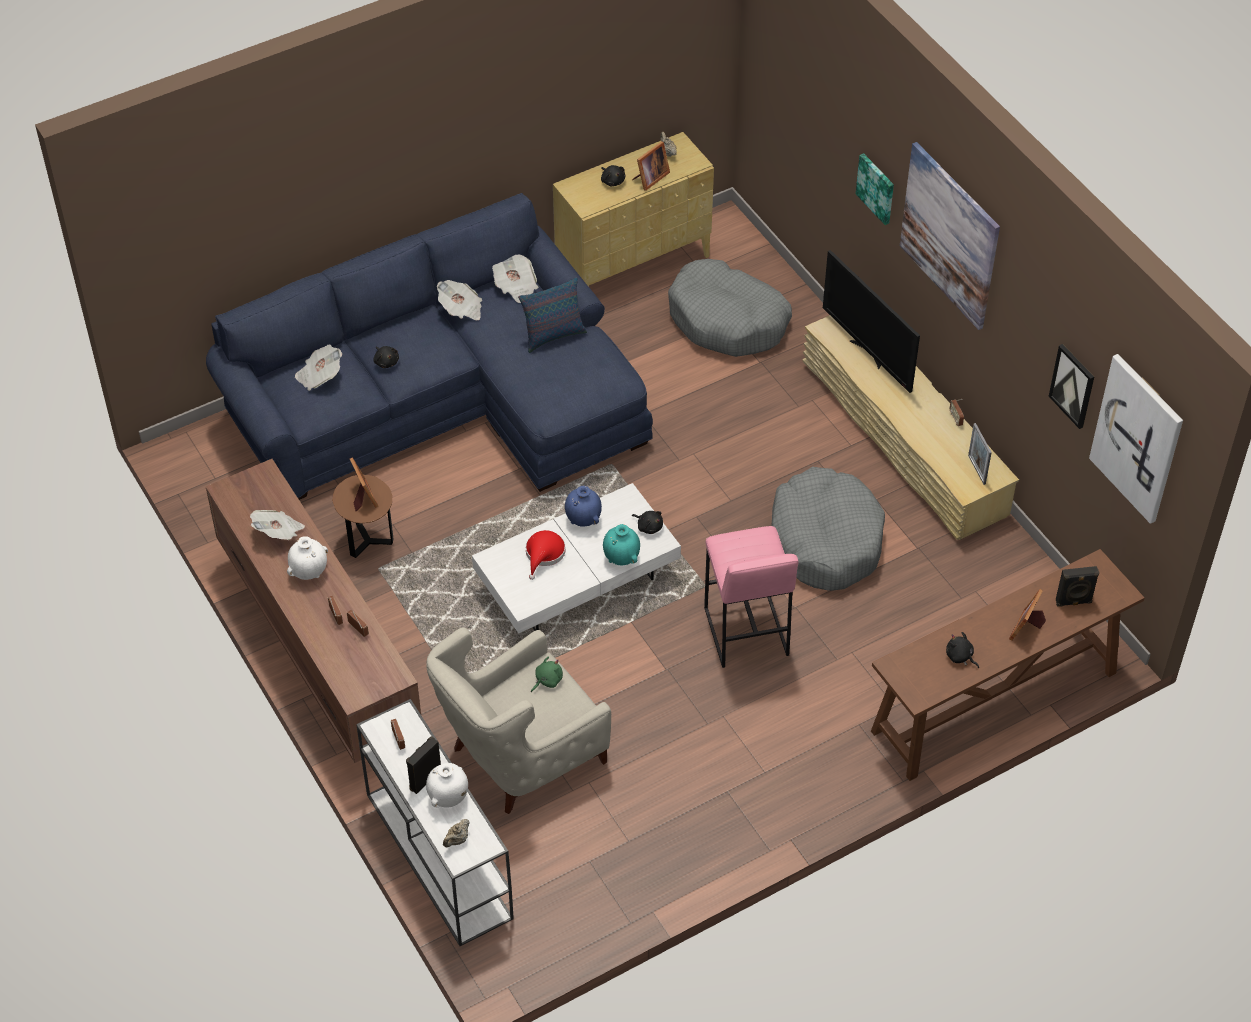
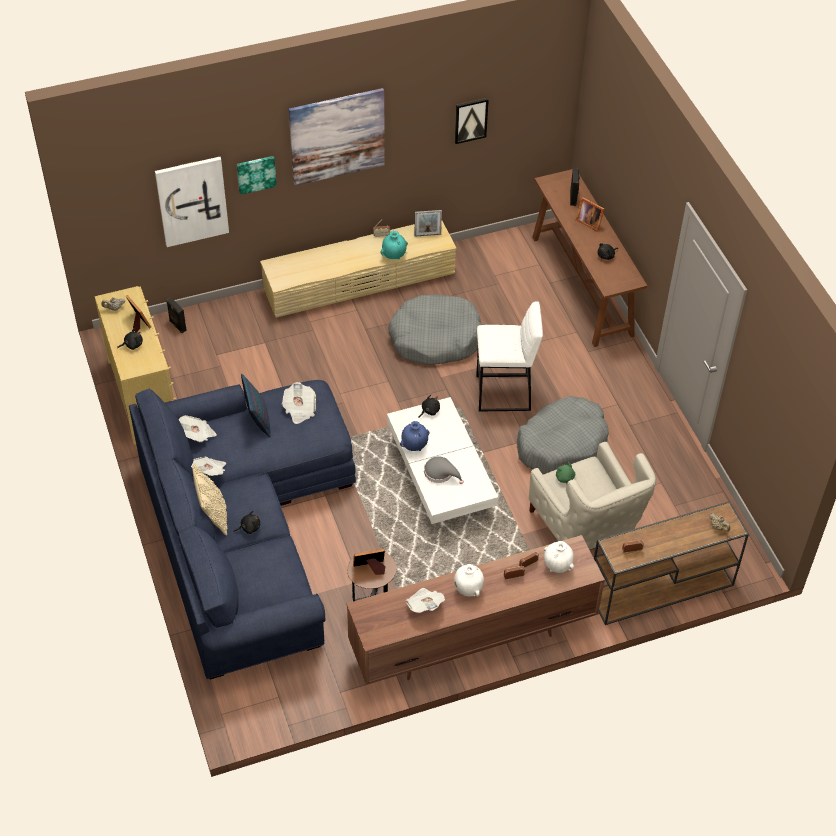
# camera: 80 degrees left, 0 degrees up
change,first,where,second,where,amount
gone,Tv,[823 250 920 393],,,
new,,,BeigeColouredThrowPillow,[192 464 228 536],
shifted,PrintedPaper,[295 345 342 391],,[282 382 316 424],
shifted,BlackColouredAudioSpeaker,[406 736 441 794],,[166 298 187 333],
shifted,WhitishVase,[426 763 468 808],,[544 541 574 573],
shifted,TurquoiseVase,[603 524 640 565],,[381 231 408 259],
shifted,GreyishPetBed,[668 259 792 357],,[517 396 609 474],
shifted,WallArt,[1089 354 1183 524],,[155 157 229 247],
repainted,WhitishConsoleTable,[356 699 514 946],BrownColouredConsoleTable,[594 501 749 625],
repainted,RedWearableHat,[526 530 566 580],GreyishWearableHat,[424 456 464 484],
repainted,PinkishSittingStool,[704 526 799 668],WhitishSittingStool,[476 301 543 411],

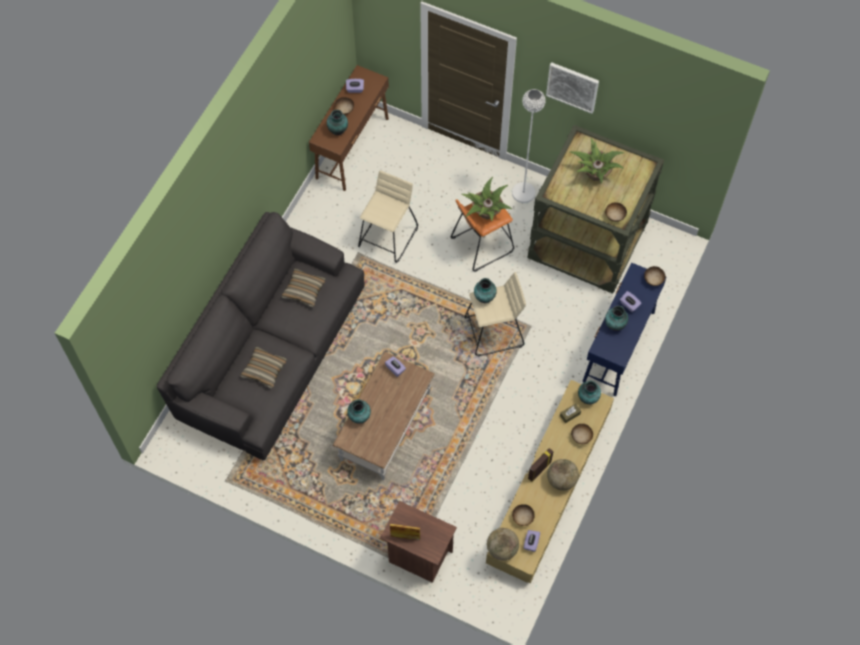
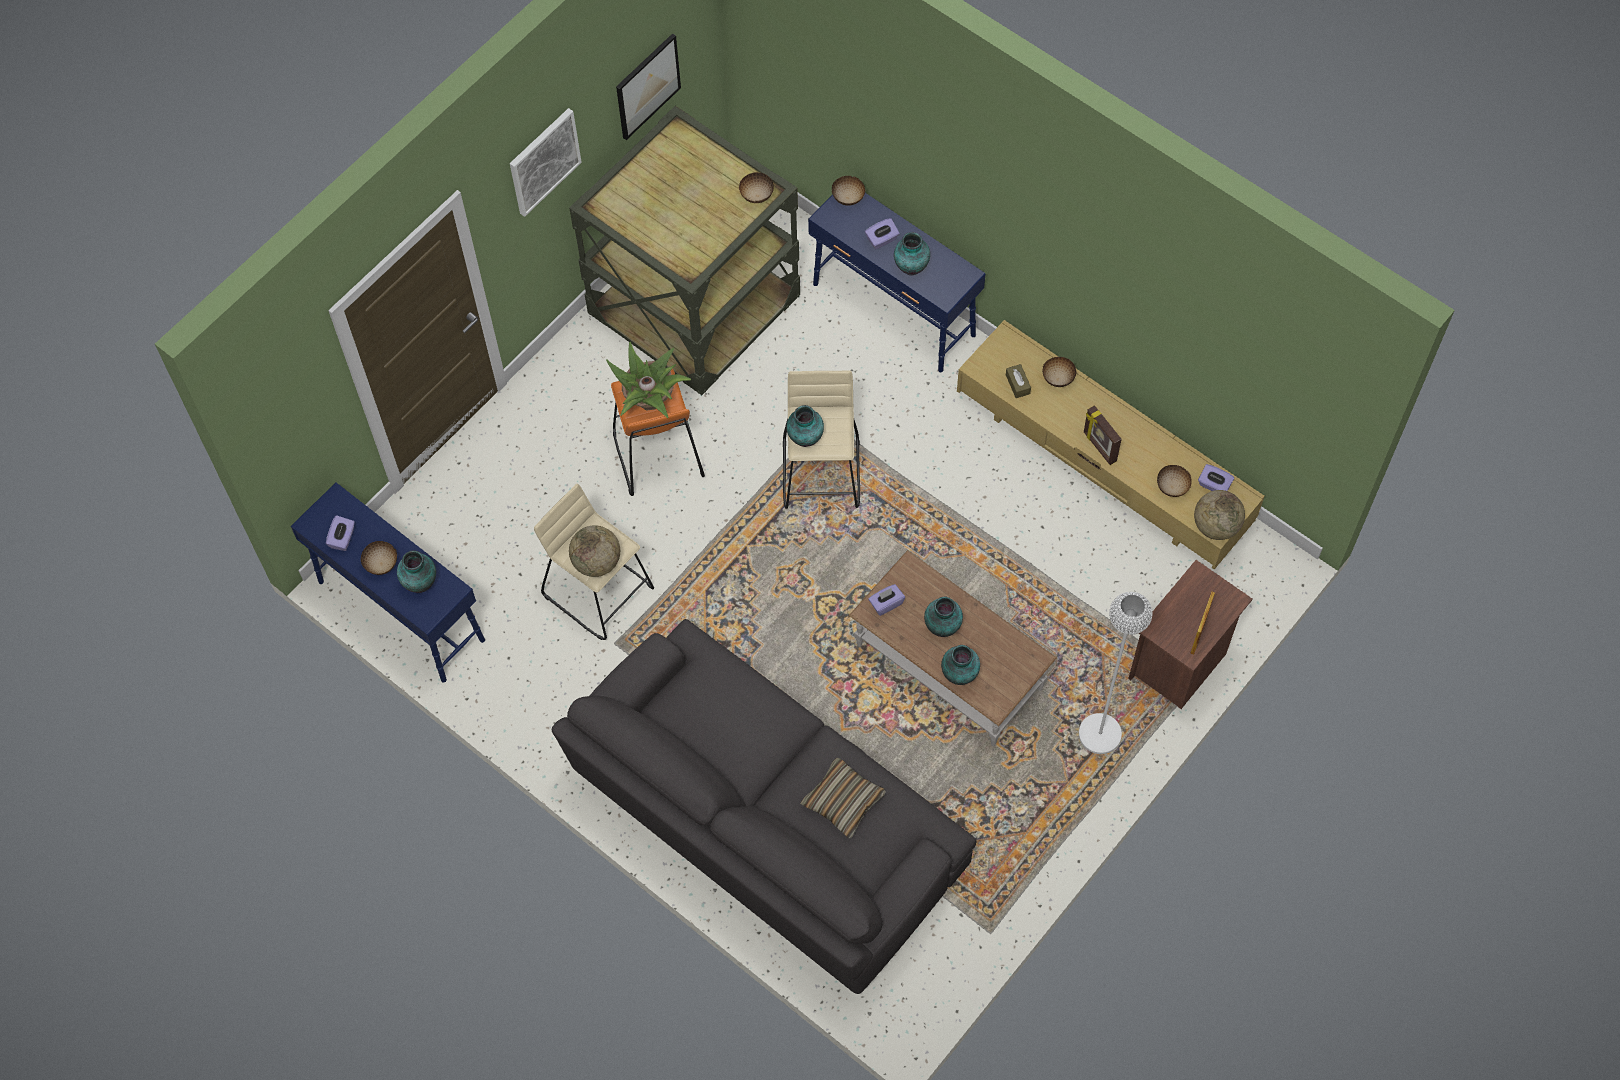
# camera: 75 degrees left, 0 degrees up
change,first,where,second,where,amount
gone,ThrowPillow,[281 268 326 307],,,
gone,Houseplant,[570 138 624 183],,,
new,,,WallArt,[616 33 681 140],
shifted,WhitishFloorLamp,[512 89 546 203],,[1079 592 1153 754],
shifted,Globe,[547 459 579 491],,[569 525 620 577],
shifted,Vase,[578 381 601 404],,[924 596 963 637],
repainted,BrownColouredConsoleTable,[309 65 389 191],BlueConsoleTable,[291 483 485 683],

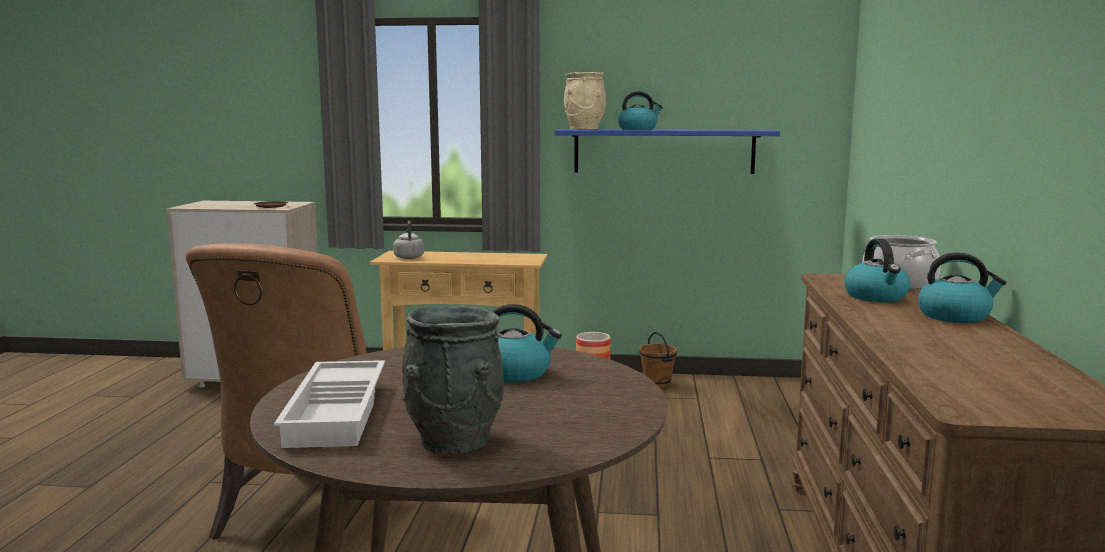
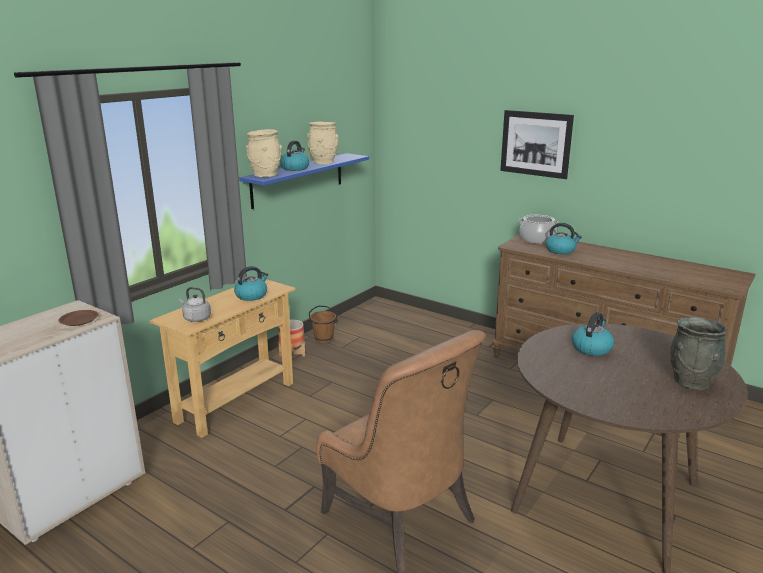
# camera: 60 degrees left, 10 degrees up
change,first,where,second,where,amount
gone,WhitishServingTray,[274 360 385 448],,,
new,,,BeigeColouredVase,[307 122 339 164],
new,,,WallArt,[500 110 574 179],
shifted,Kettle,[918 252 1006 323],,[234 266 268 301],

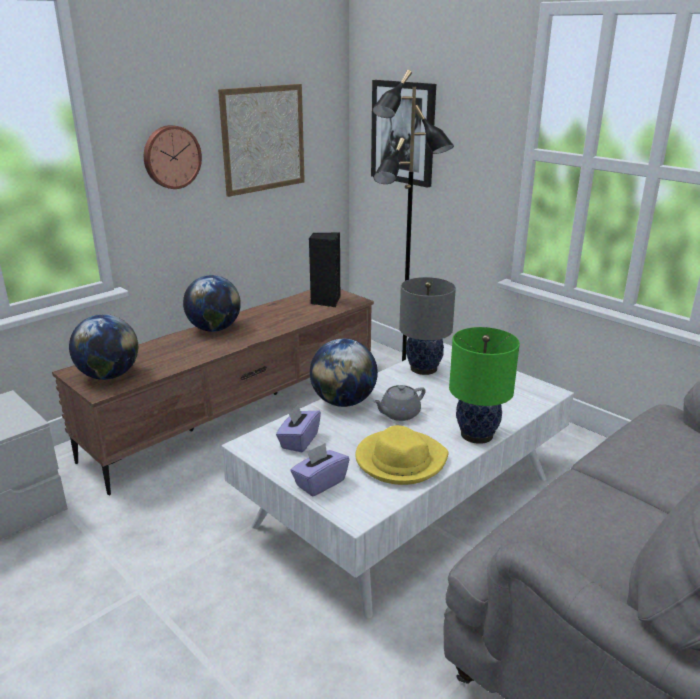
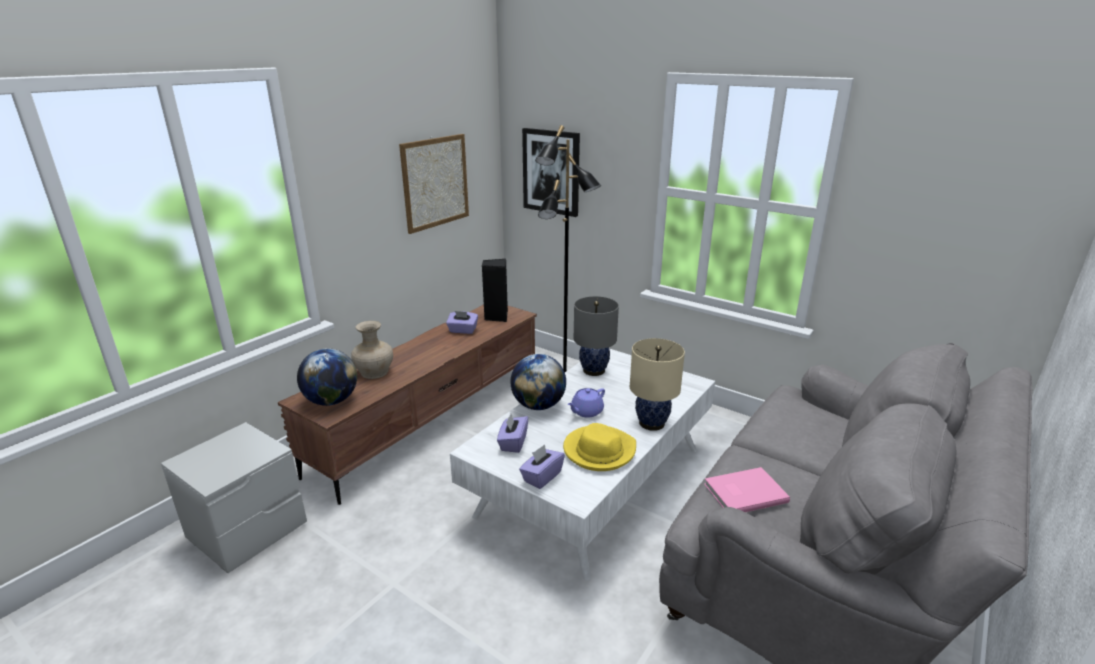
# camera: 10 degrees left, 0 degrees up
change,first,where,second,where,amount
gone,WallClock,[144 125 202 189],,,
gone,Globe,[183 275 241 332],,,
new,,,BeigeColouredVase,[351 321 393 379],
new,,,PurpleTissueBox,[446 311 478 334],
new,,,PinkishVolume,[704 467 790 512],
repainted,GreyishPotForTea,[372 385 425 421],PurplePotForTea,[568 388 605 418],
repainted,GreenColouredTabletopLamp,[449 327 520 444],BeigeColouredTabletopLamp,[630 338 685 431],

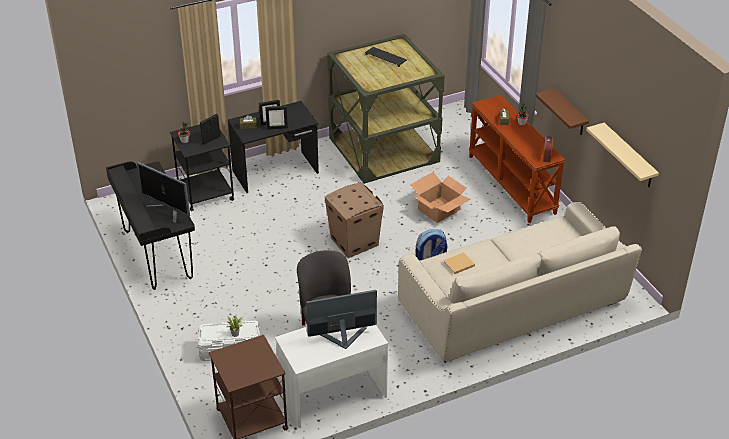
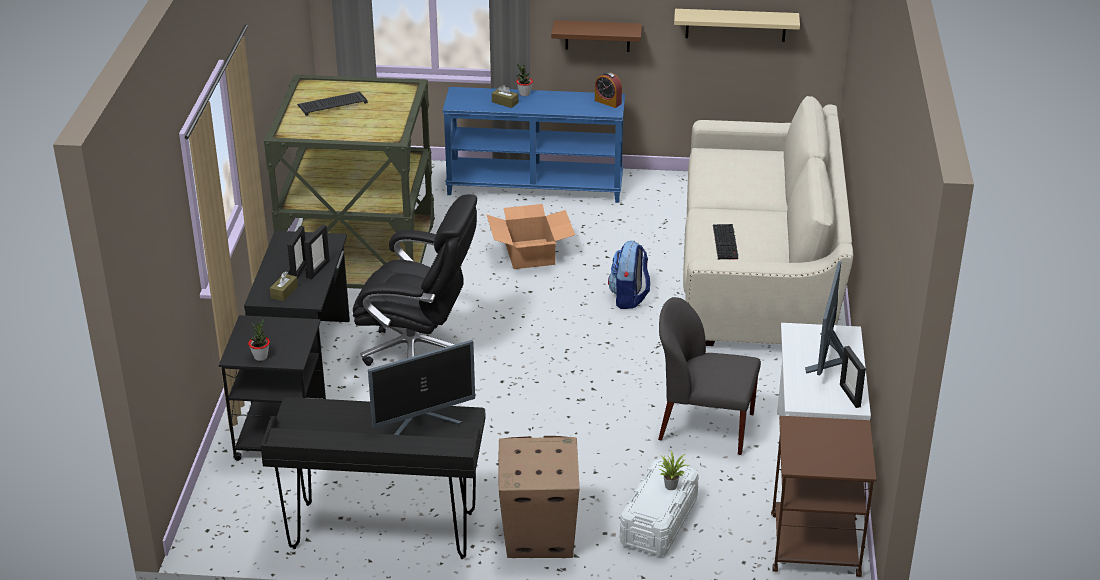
# camera: 60 degrees left, 5 degrees down
change,first,where,second,where,amount
new,,,BlackColouredDeskChair,[353 194 477 366],
shifted,PictureFrame,[200 114 221 145],,[840 346 866 408],
shifted,Carton,[325 182 384 258],,[498 436 580 558],
swapped,BeigeColouredVolume,[443 252 475 274],Keyboard,[713 224 738 259],
repainted,BrownColouredConsoleTable,[469 95 565 223],BlueConsoleTable,[442 87 625 203],

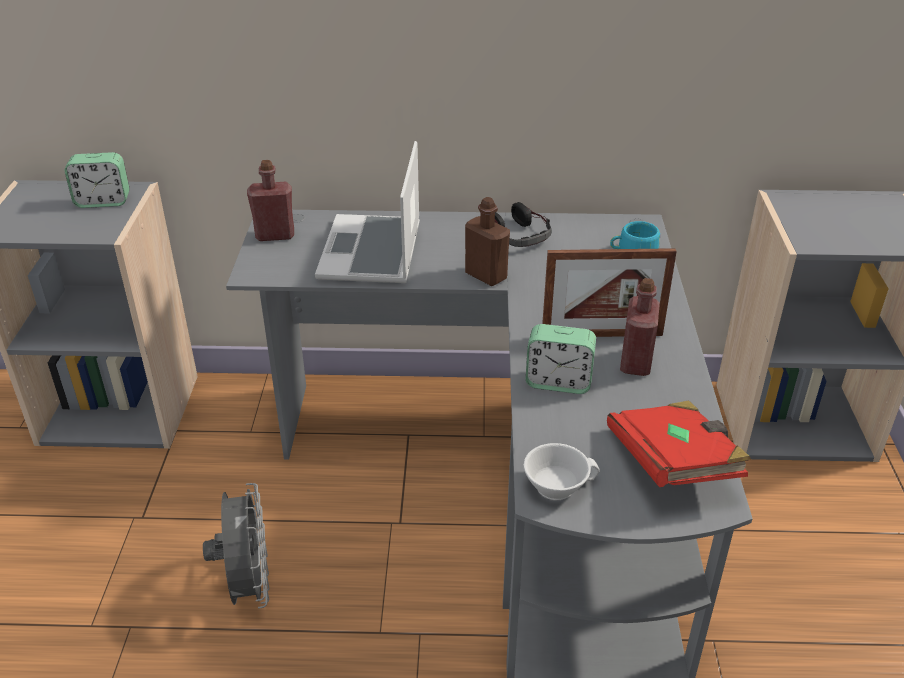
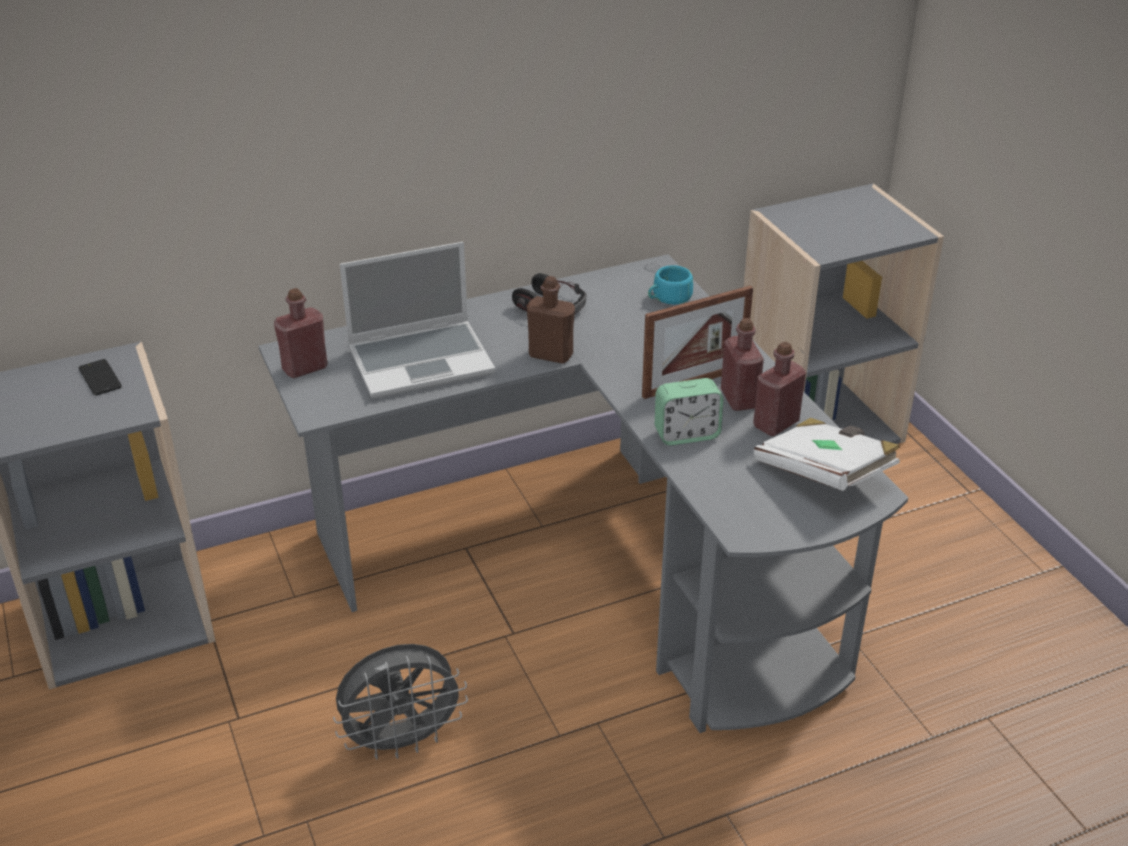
# camera: 25 degrees left, 0 degrees up
change,first,where,second,where,amount
gone,WhitishDrinkingCup,[524 443 599 500],,,
new,,,RedDrinkBottle,[753 342 806 436],
swapped,BedsideClock,[64 152 130 208],Phone,[79 359 122 396],
repainted,RedVolume,[607 401 751 487],WhitishVolume,[754 418 900 491],
rotated,GreyishFan,[203 483 269 609],,[333 644 468 760],105 degrees clockwise
rotated,NotebookComputer,[315 141 420 283],,[340 242 495 399],90 degrees counterclockwise

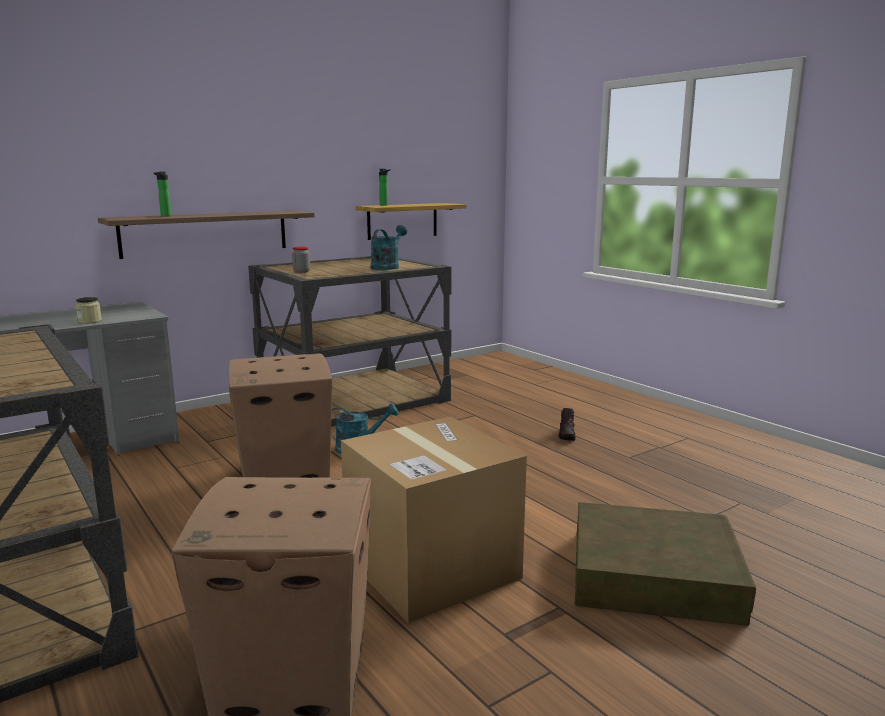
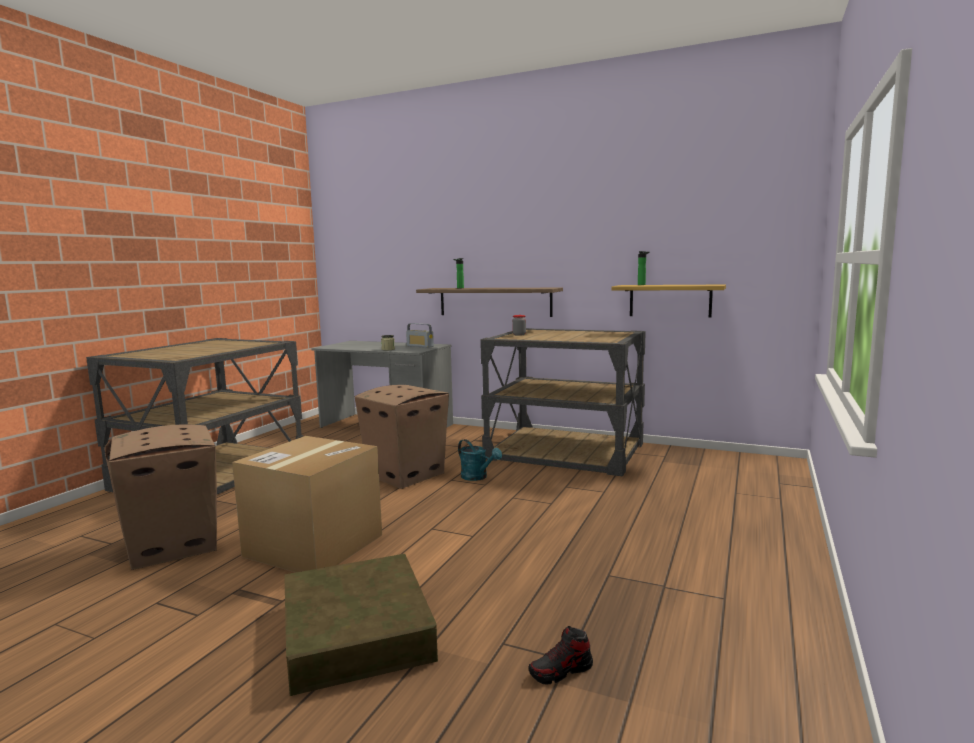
# camera: 60 degrees right, 5 degrees down
change,first,where,second,where,amount
gone,TurquoiseWateringCan,[371 225 407 270],,,
new,,,Radio,[406 323 434 348],
shifted,ItemOfFootwear,[559 408 576 441],,[528 626 593 685],

